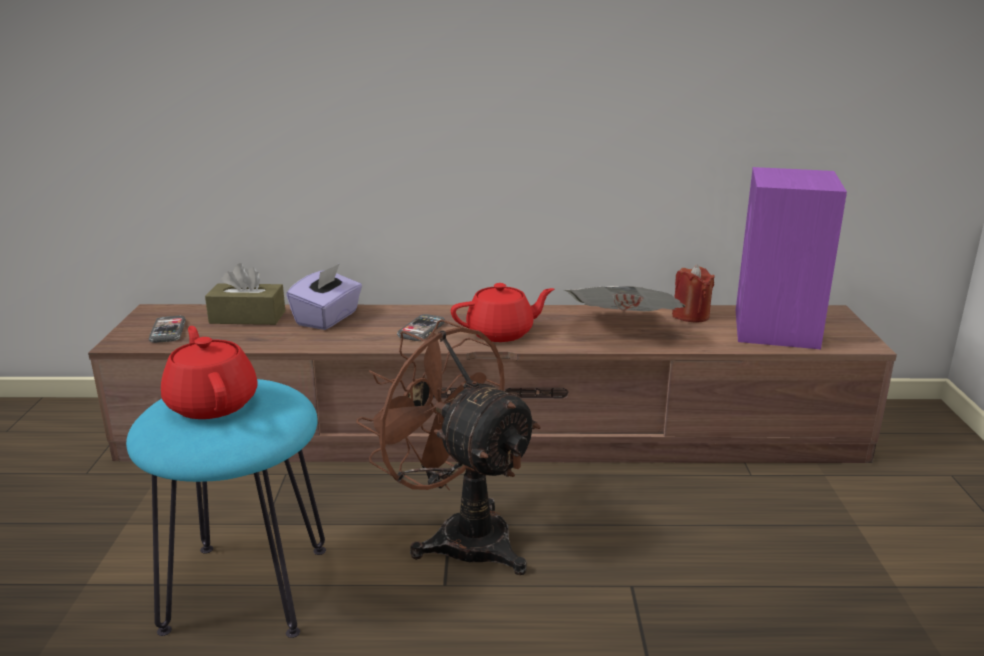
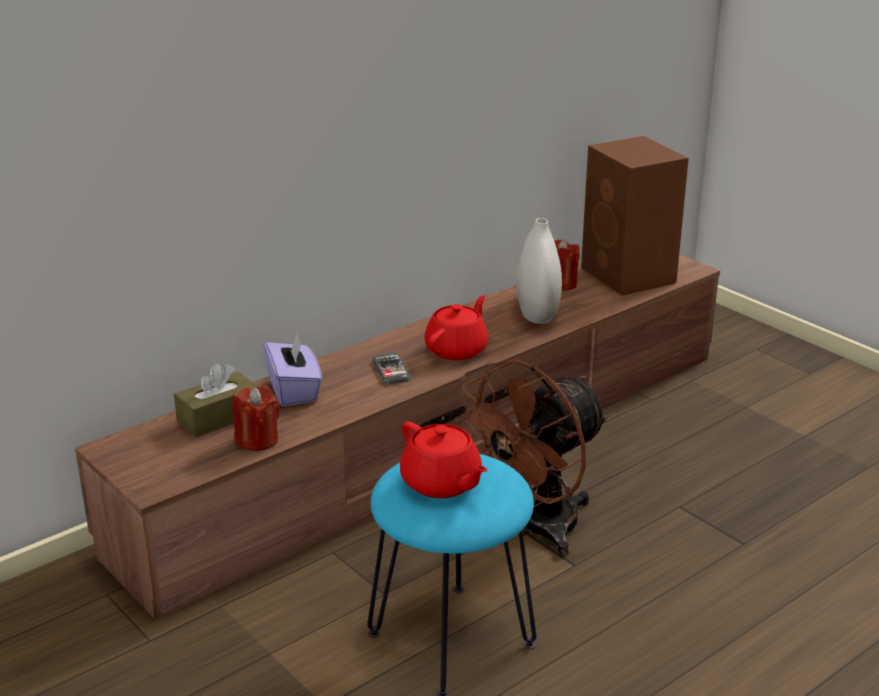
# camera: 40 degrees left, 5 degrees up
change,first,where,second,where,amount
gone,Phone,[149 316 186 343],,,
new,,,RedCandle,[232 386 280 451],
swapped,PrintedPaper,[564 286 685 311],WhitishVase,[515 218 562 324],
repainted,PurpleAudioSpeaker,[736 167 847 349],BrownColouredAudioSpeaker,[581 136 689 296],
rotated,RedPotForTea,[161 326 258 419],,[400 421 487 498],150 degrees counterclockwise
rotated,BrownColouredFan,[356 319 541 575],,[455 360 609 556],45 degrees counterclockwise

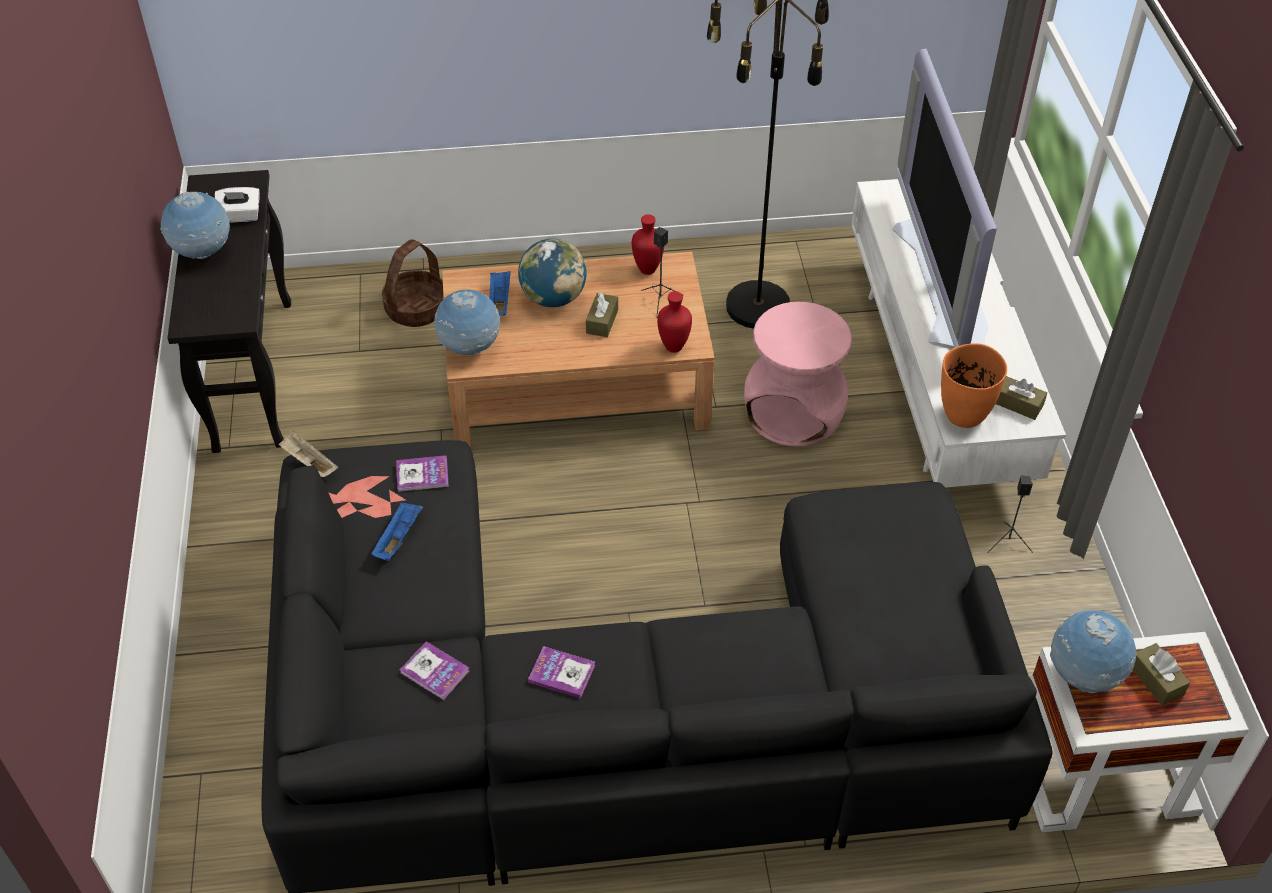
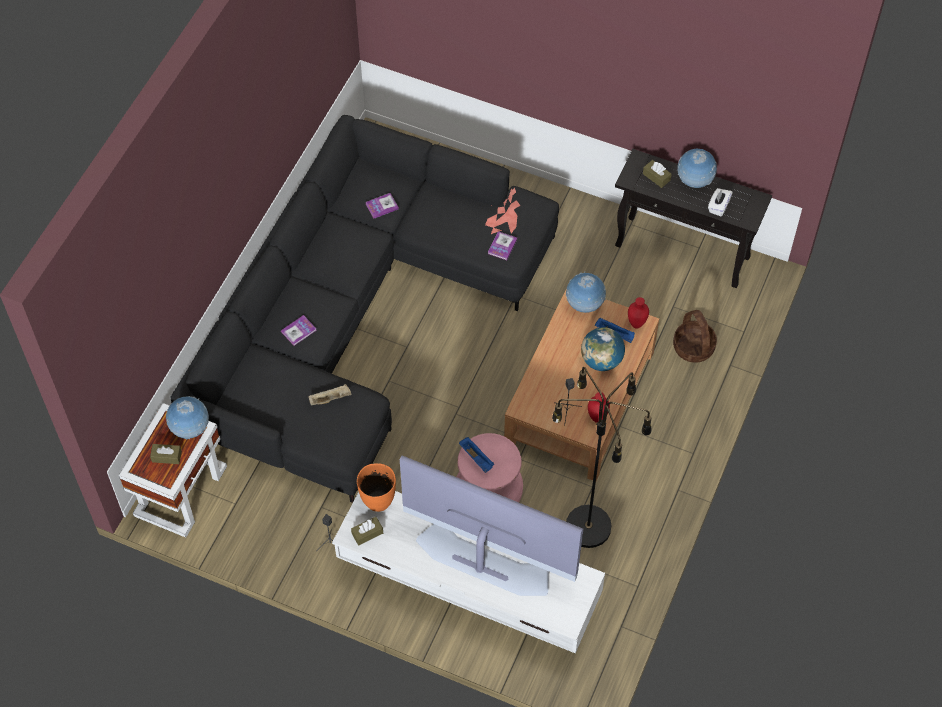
# camera: 120 degrees right, 10 degrees up
change,first,where,second,where,amount
shifted,BeigeColouredServingTray,[279 430 339 477],,[308 384 352 405],
shifted,BlueServingTray,[371 502 423 561],,[459 437 494 473],
shifted,Volume,[528 646 595 698],,[281 315 317 346],
shifted,BrownColouredTissueBox,[586 293 618 337],,[643 160 671 188],
shifted,RedVase,[657 291 692 353],,[628 297 649 329],

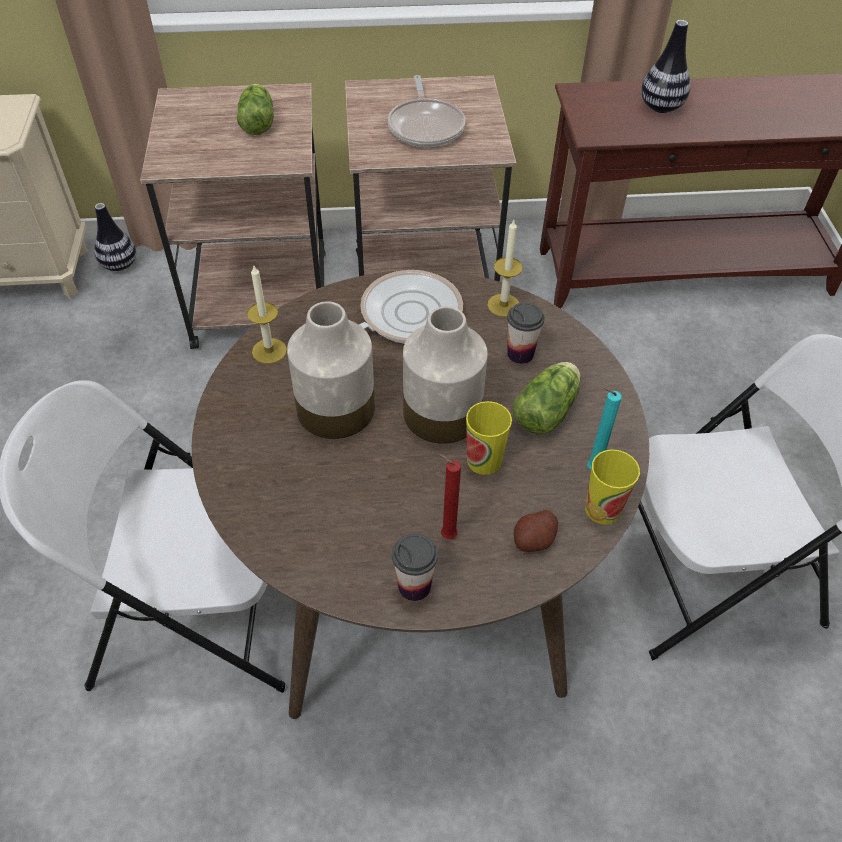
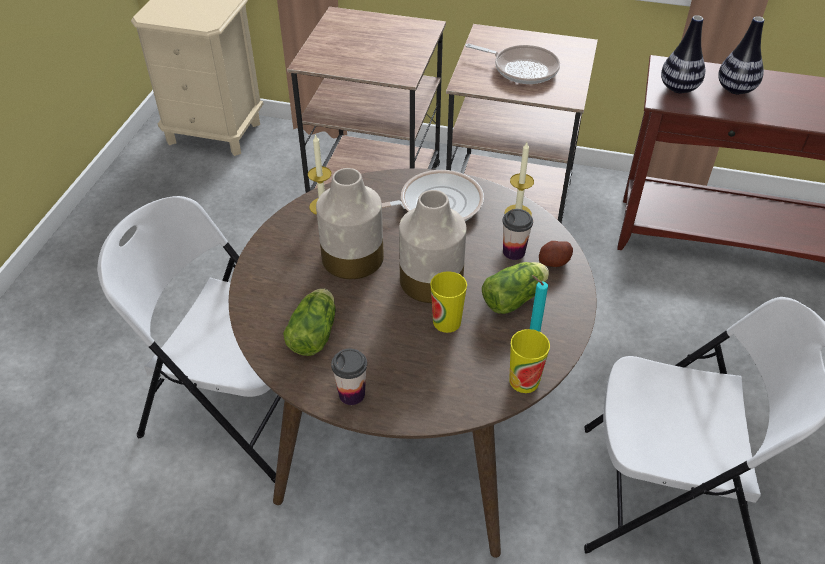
# camera: 20 degrees right, 5 degrees down
change,first,where,second,where,amount
gone,RedCandle,[439 454 461 539],,,
shifted,Vase,[94 203 136 271],,[661 15 705 93],
shifted,Lettuce,[237 84 274 135],,[283 288 335 356],
shifted,Spud,[514 510 558 552],,[539 241 573 267],
rotated,Skillet,[388 75 465 147],,[465 44 560 84],75 degrees counterclockwise

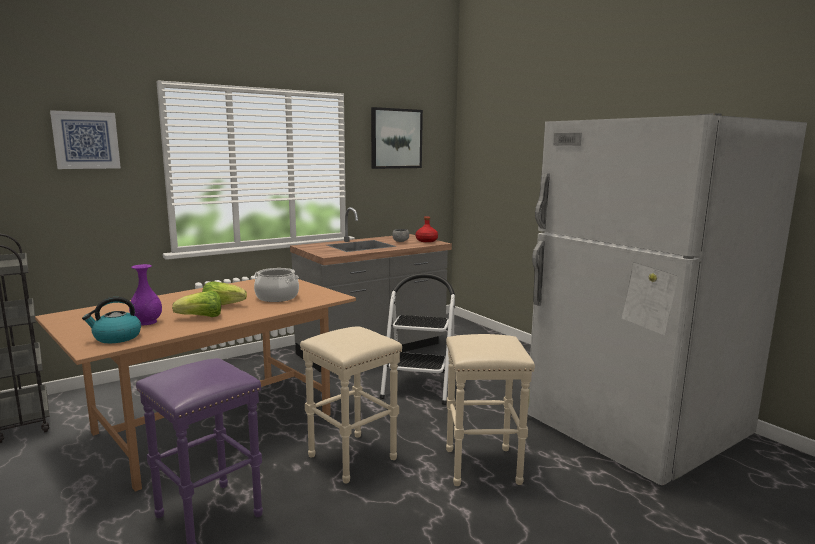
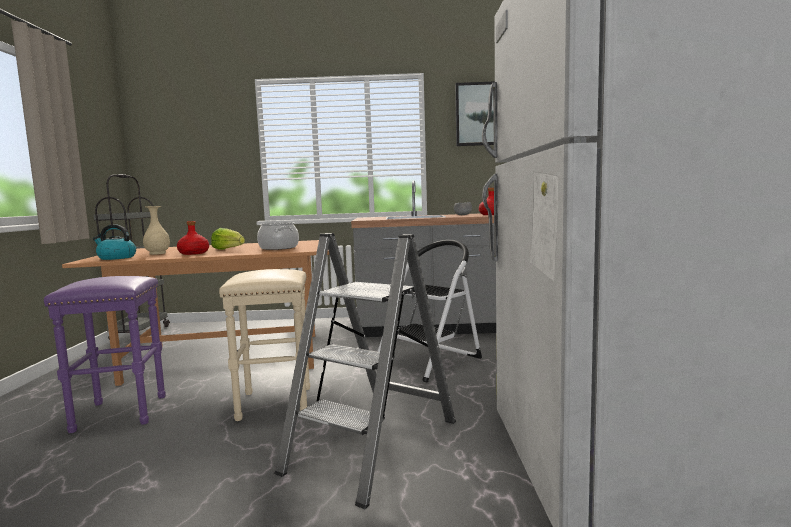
# camera: 35 degrees right, 5 degrees down
change,first,where,second,where,amount
gone,WallArt,[50 110 121 169],,,
swapped,Lettuce,[172 291 221 317],RedDrinkBottle,[177 221 209 255],
swapped,BeigeColouredSittingStool,[446 334 535 486],GreyishStepStool,[274 233 456 509],
repainted,PurpleVase,[129 264 162 325],BeigeColouredVase,[143 206 170 255],

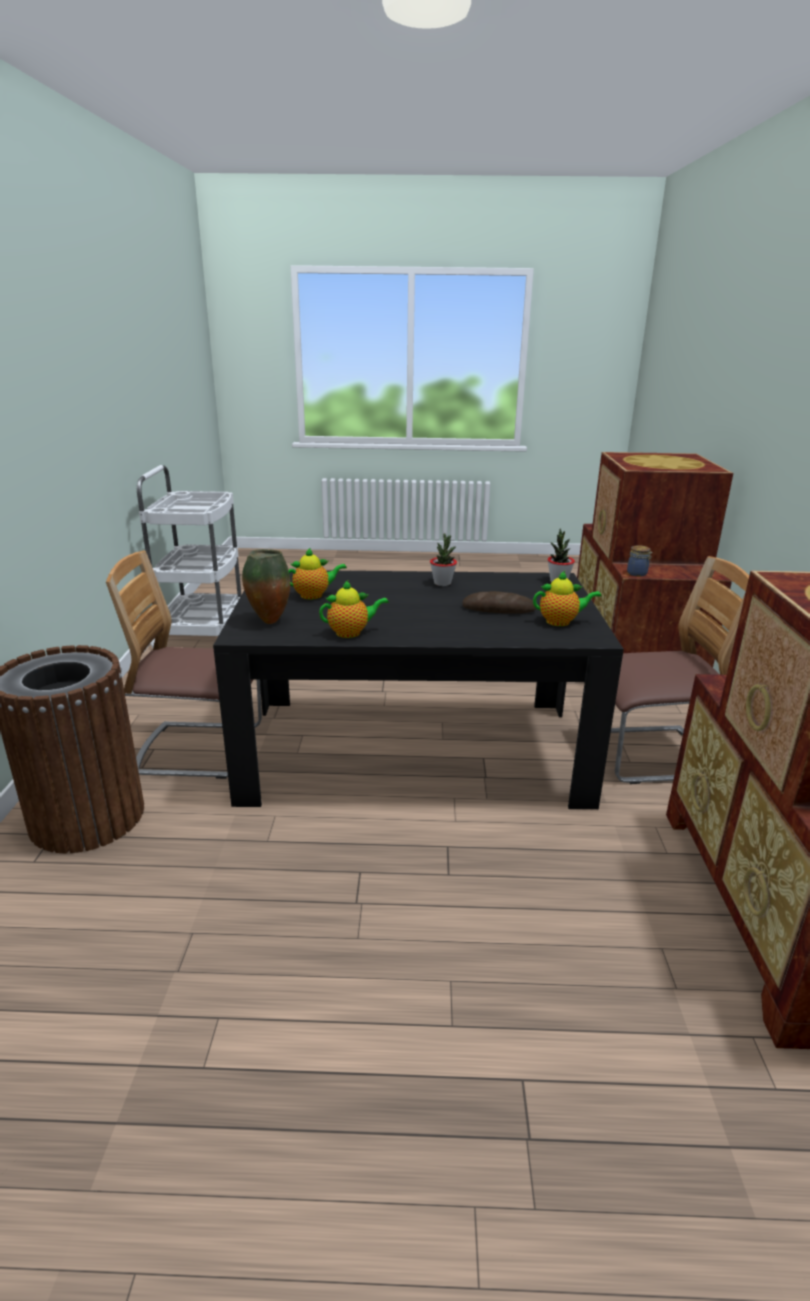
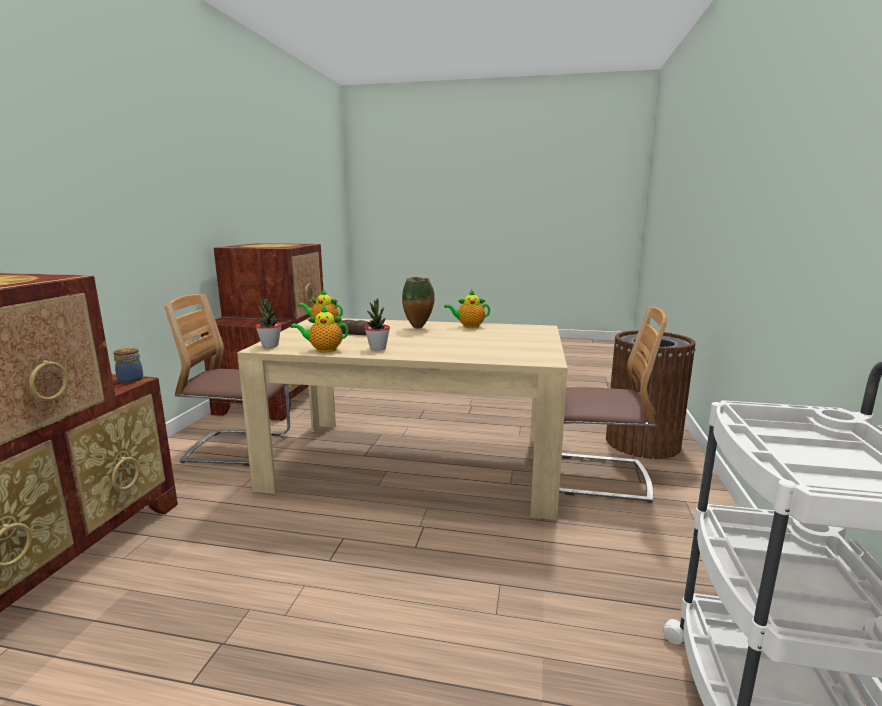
# camera: 170 degrees left, 10 degrees down
change,first,where,second,where,amount
shifted,Vase,[242 549 290 624],,[402 277 435 329],
shifted,PotForTea,[289 547 347 599],,[291 305 349 352],
repainted,BlackColouredKitchenTable,[213 570 624 809],BeigeColouredKitchenTable,[237 317 568 520],

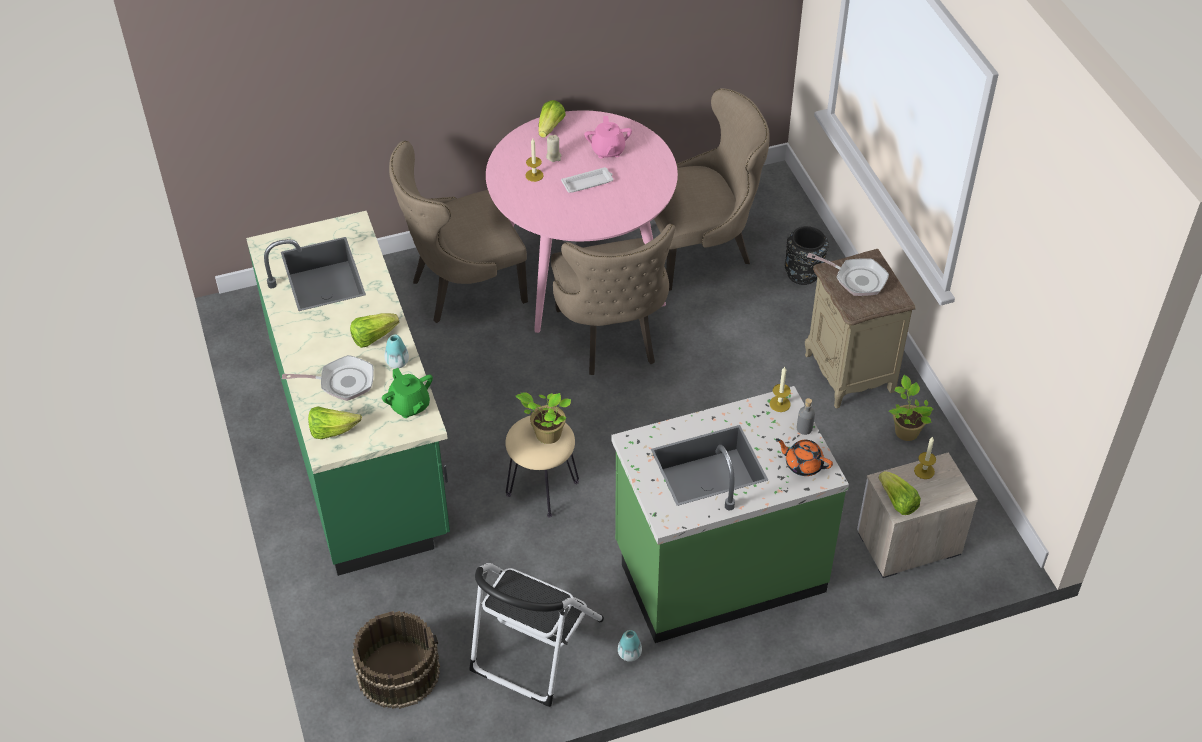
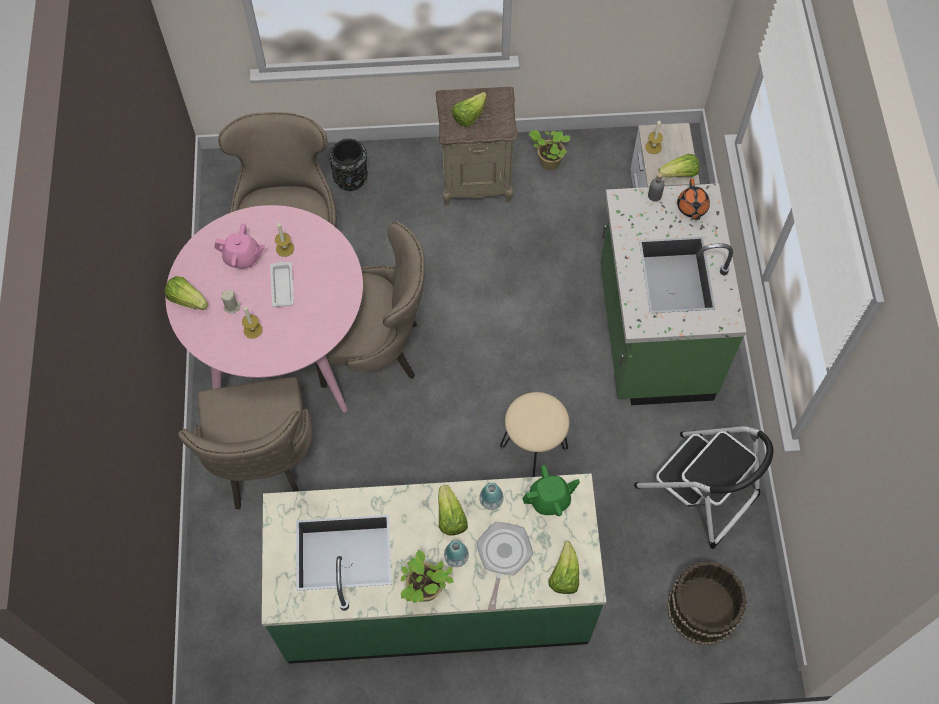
# camera: 75 degrees left, 15 degrees up
change,first,where,second,where,amount
shifted,Houseplant,[516 392 571 444],,[401 550 453 603],
shifted,Vase,[618 630 642 662],,[444 540 469 567],
shifted,Candle,[770 366 791 412],,[275 222 294 257],
swapped,Skillet,[807 253 889 296],Lettuce,[452 92 487 127],
rotated,OrangeColouredPotForTea,[776 438 833 476],,[677 178 710 220],45 degrees counterclockwise

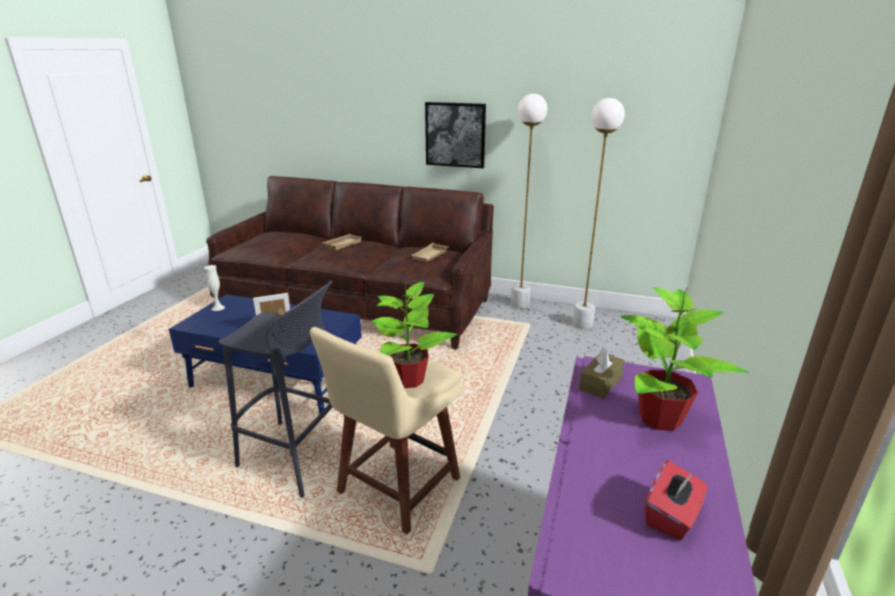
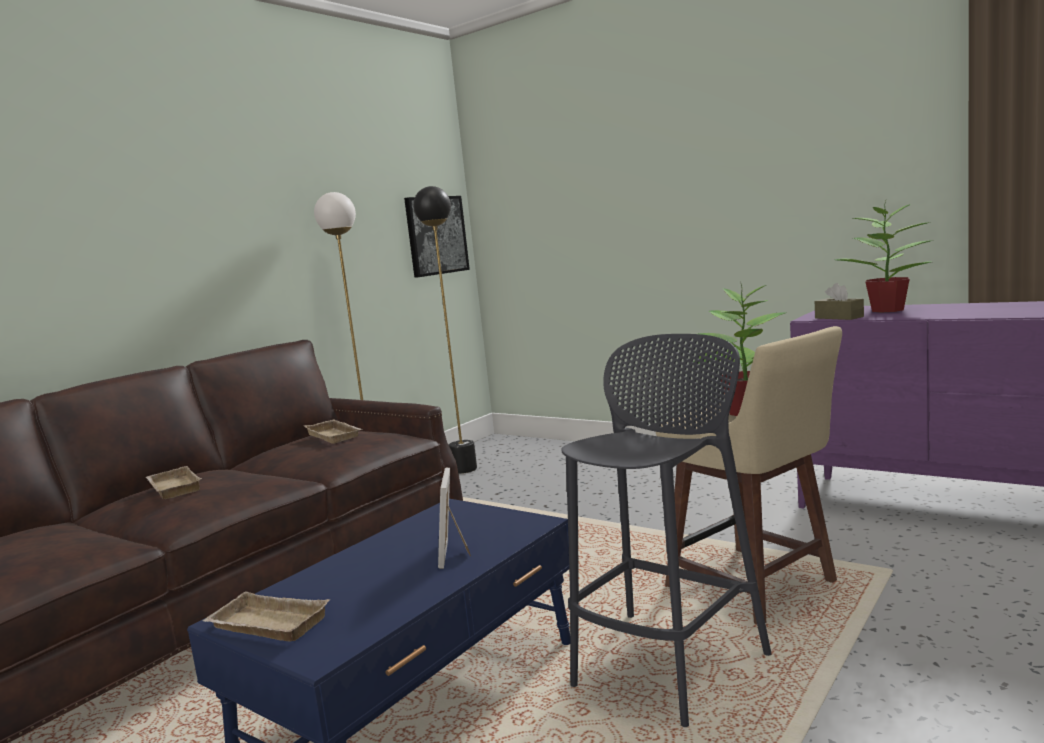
# camera: 70 degrees left, 15 degrees down
change,first,where,second,where,amount
gone,RedTissueBox,[645 460 707 540],,,
shifted,WallArt,[425 102 486 168],,[404 196 470 278],
swapped,WhitishVase,[204 265 225 311],BeigeColouredServingTray,[202 592 329 642],
repainted,WhitishFloorLamp,[573 98 625 329],BlackColouredFloorLamp,[413 186 477 474],

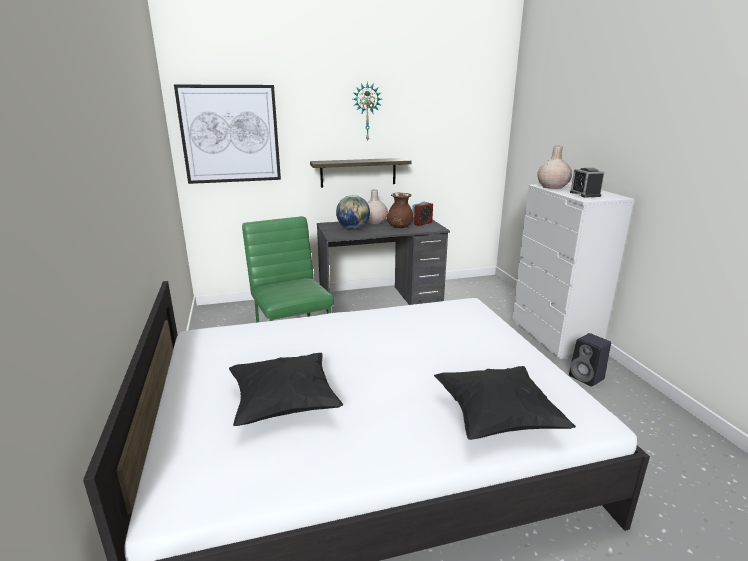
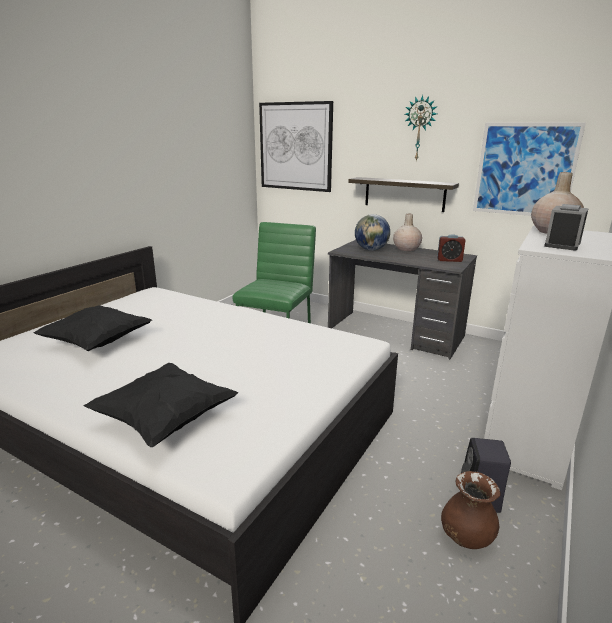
# camera: 45 degrees right, 0 degrees up
change,first,where,second,where,amount
new,,,WallArt,[473 123 586 216],
shifted,BrownColouredVase,[387 193 413 228],,[441 471 500 549],

